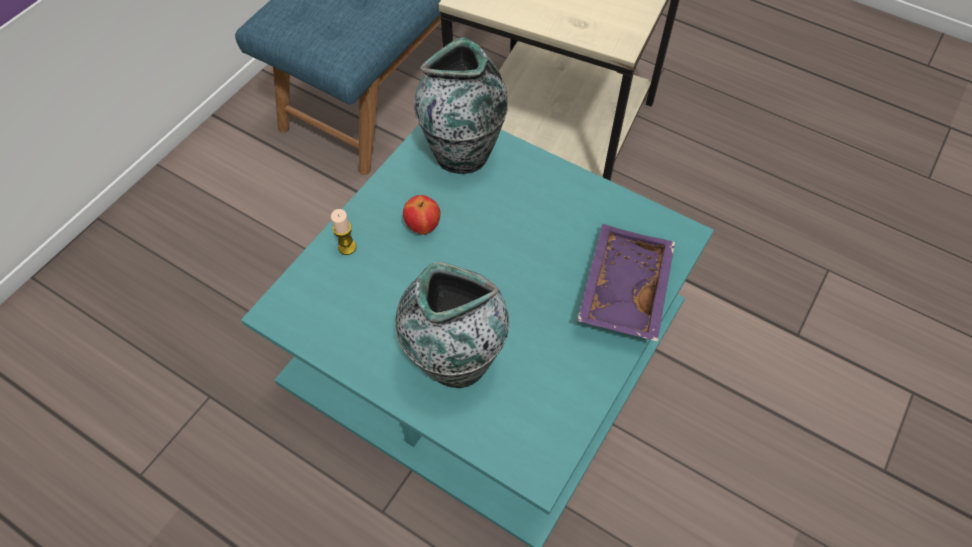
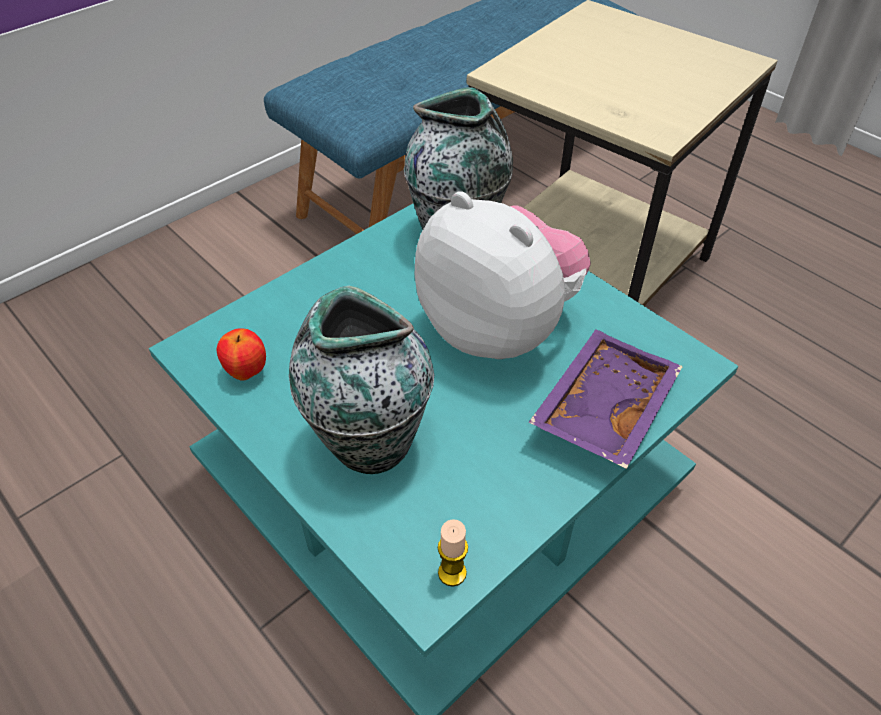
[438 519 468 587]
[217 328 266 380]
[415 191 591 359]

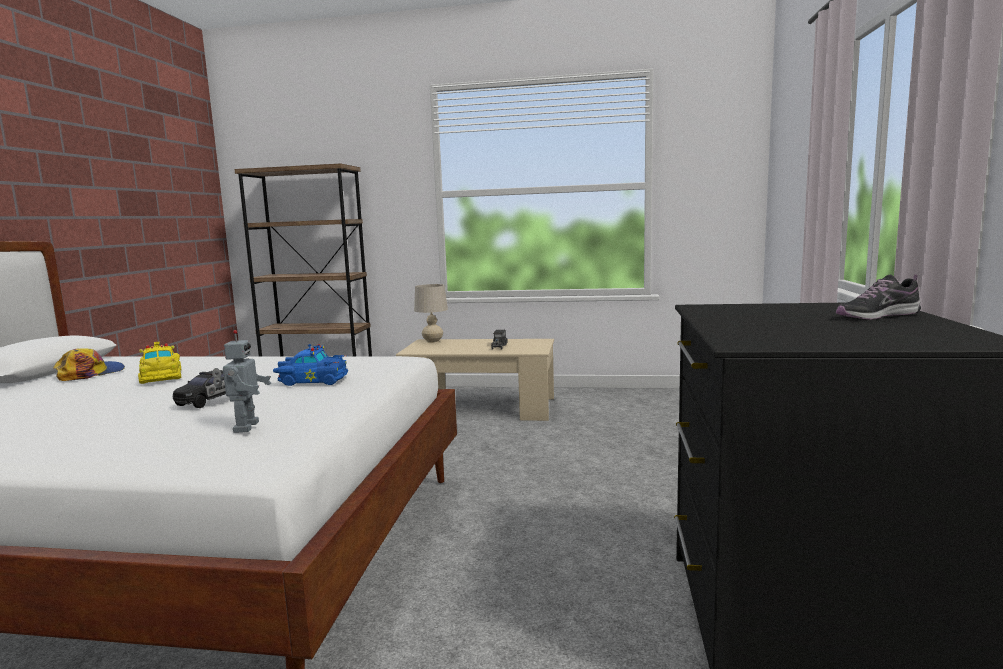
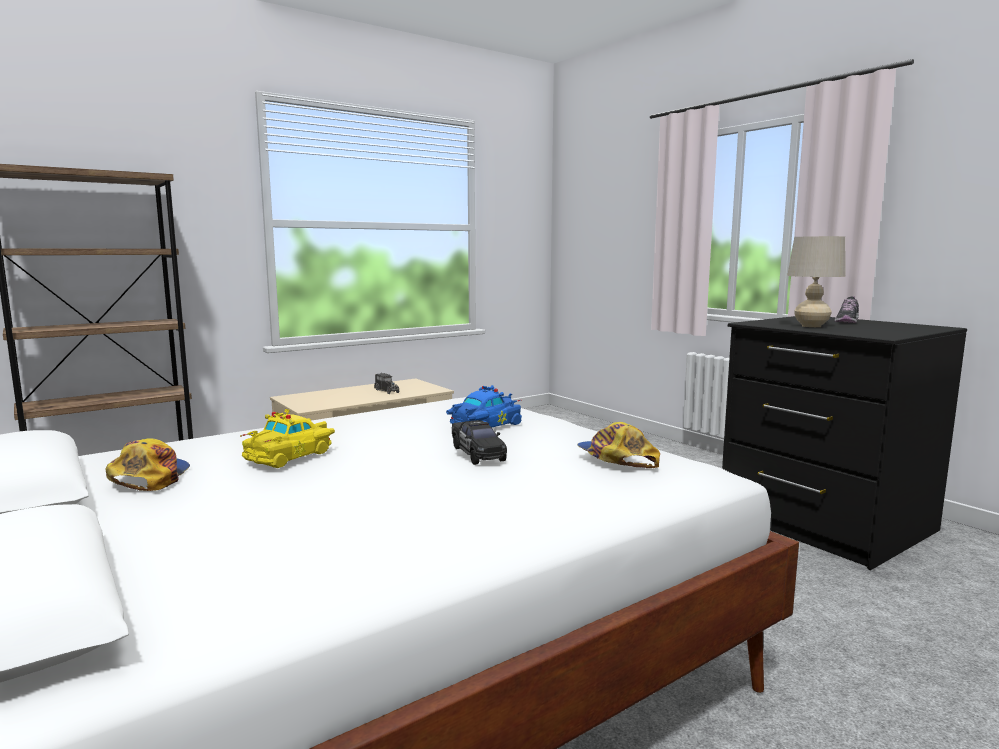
[240 409 335 468]
[577 422 660 468]
[787 236 846 327]

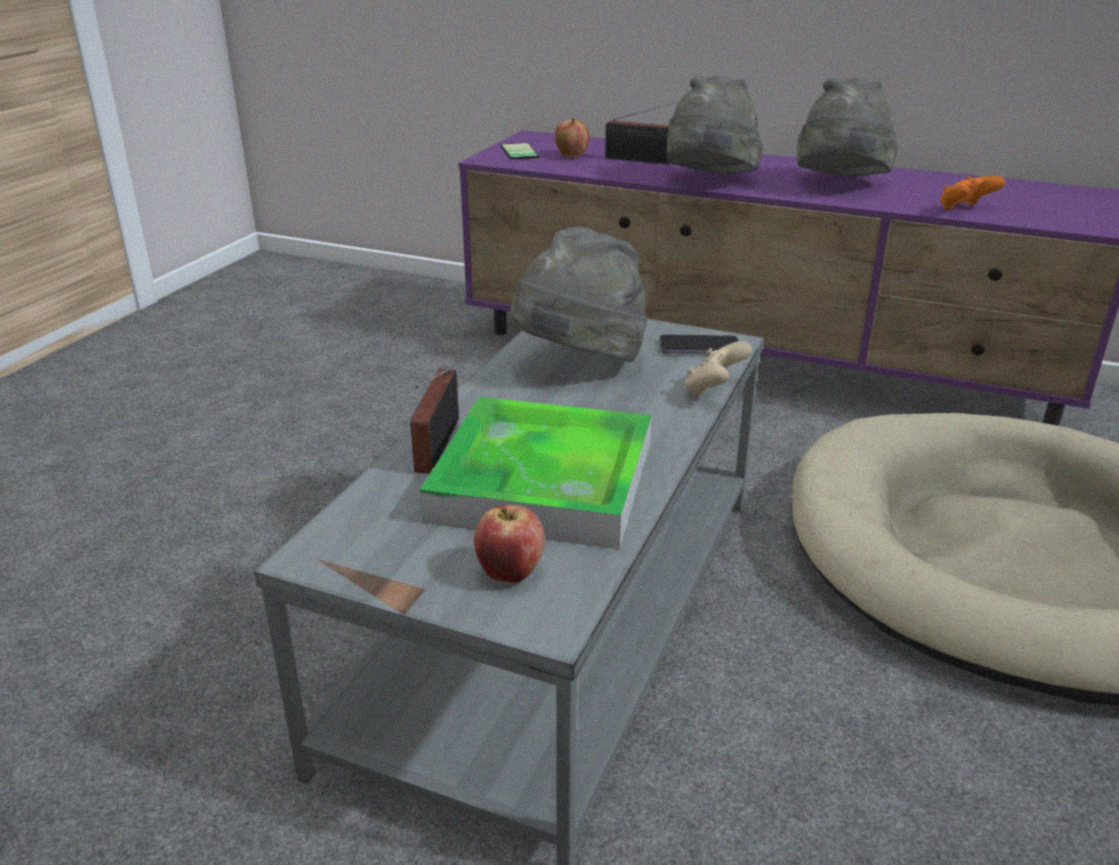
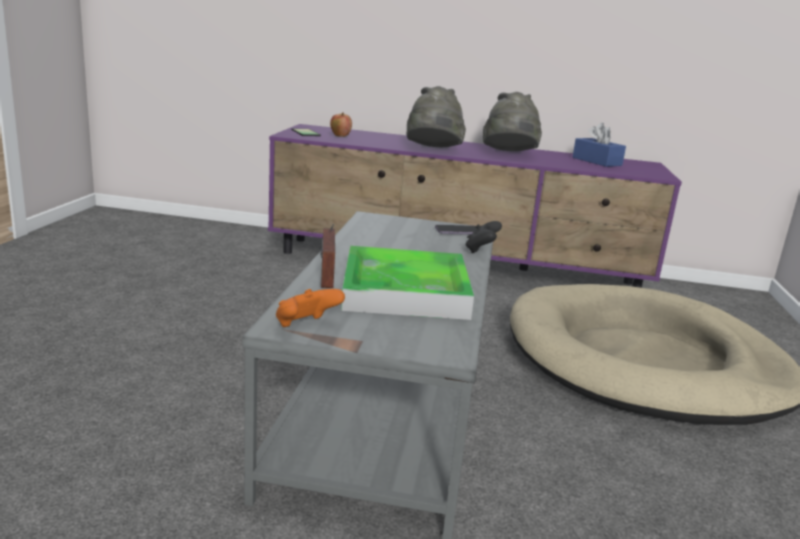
[474 505 545 583] (first image)
[510 226 648 362] (first image)
[605 101 679 165] (first image)
[465 221 502 253]
[276 289 345 327]
[573 123 626 167]

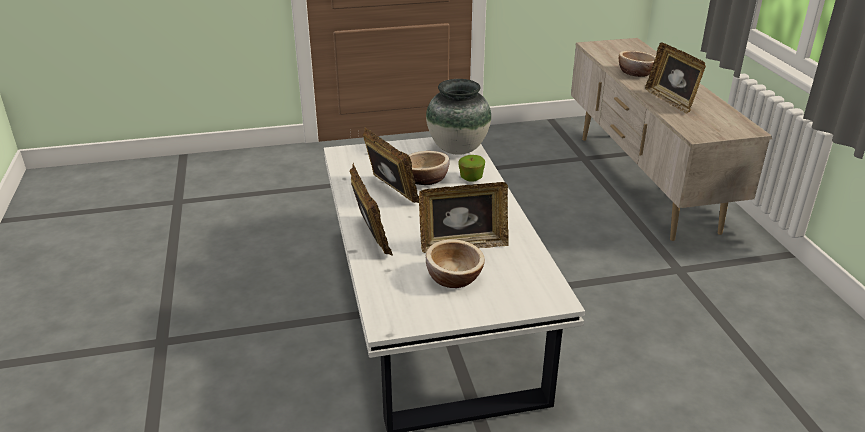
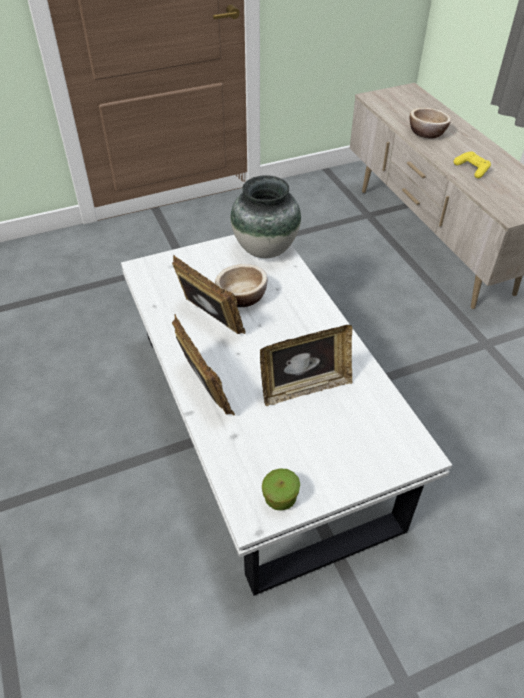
[426 239 485 288] (first image)
[262 468 300 511]
[454 151 491 178]

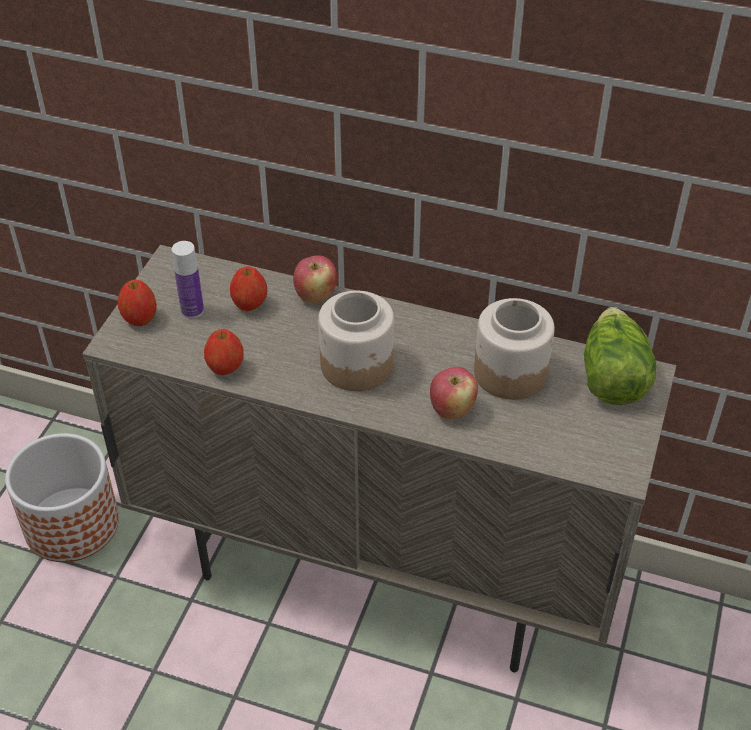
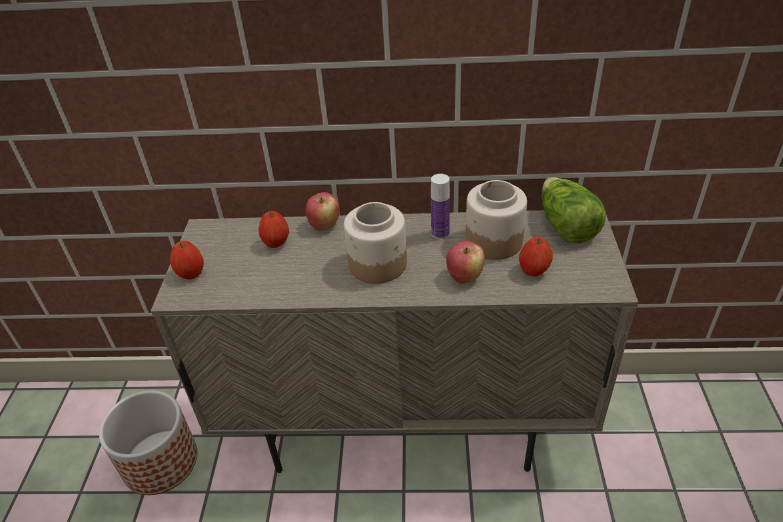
[431 174 450 239]
[519 237 553 276]

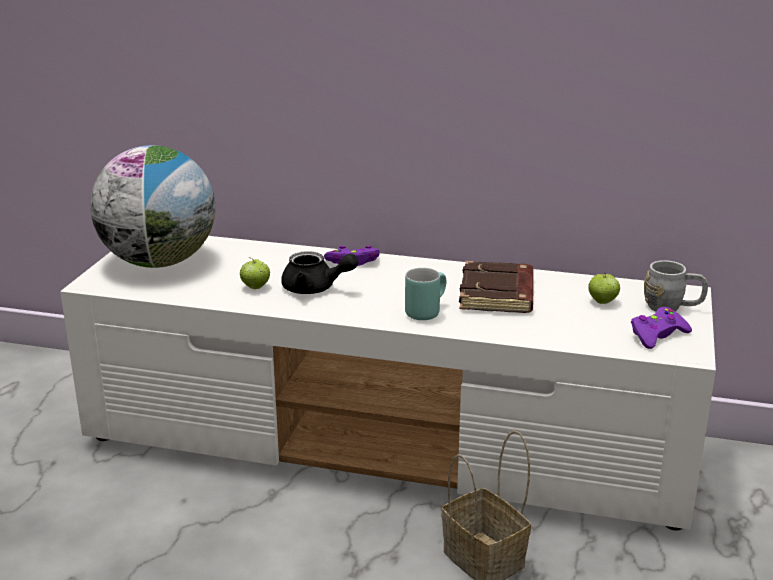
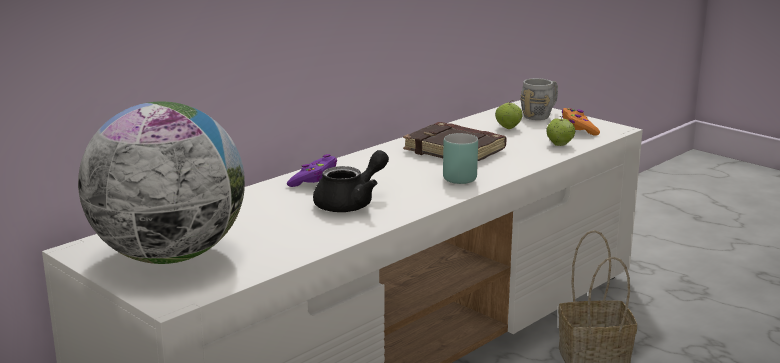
[546 116 575 146]
[562 108 600 136]

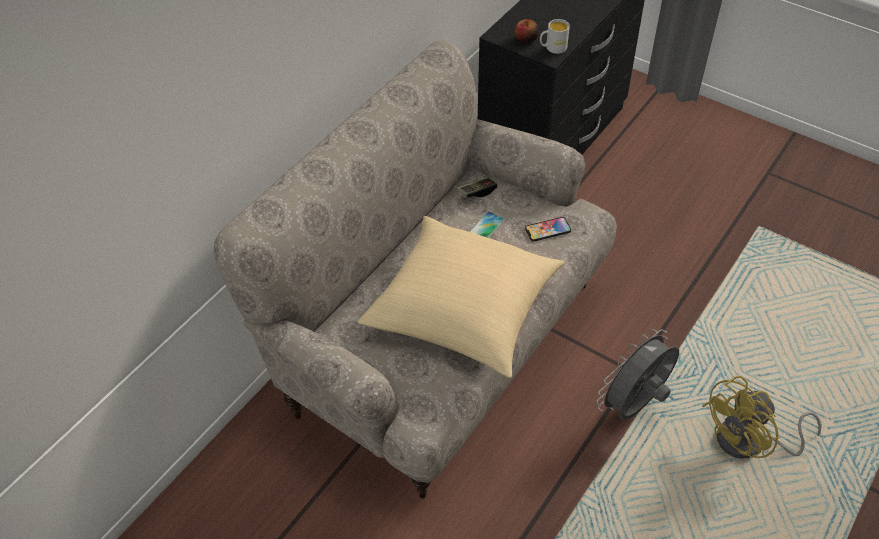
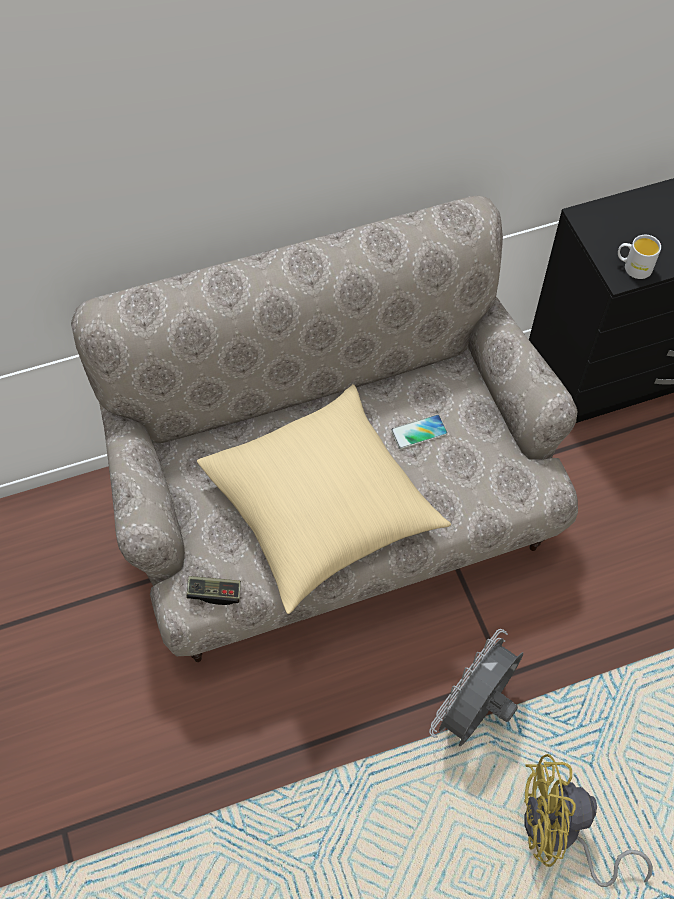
[186 576 241 605]
[515 19 539 43] (first image)
[525 217 571 241] (first image)
[429 629 523 747]

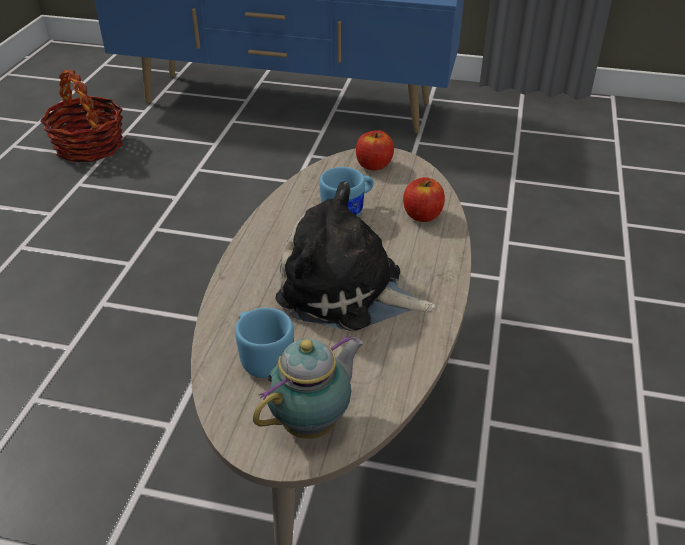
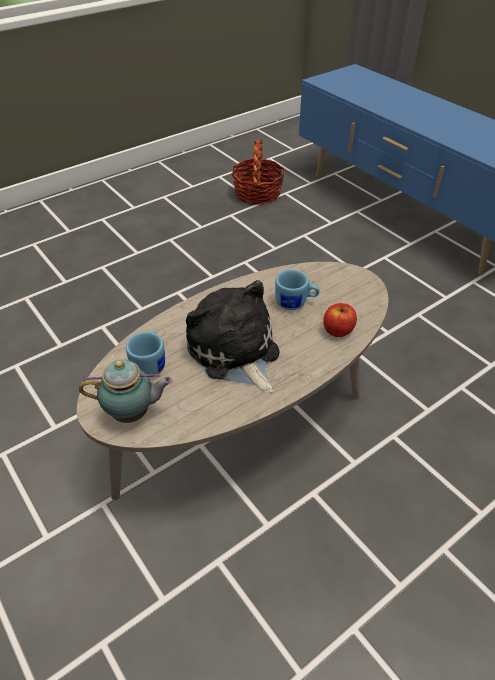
[356 130 394 171] (first image)

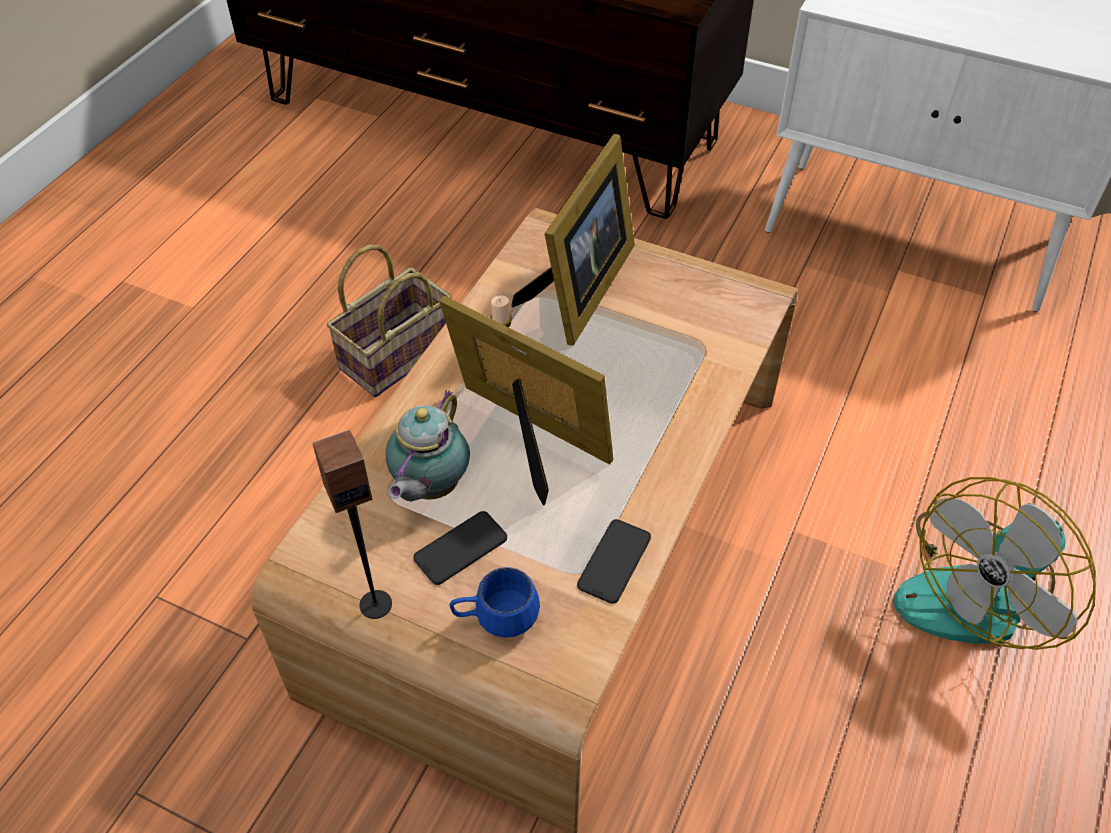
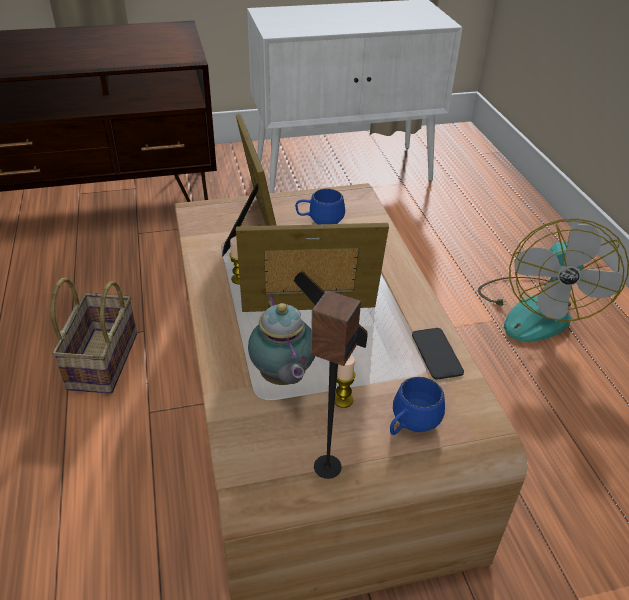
[335 355 356 408]
[295 189 345 224]

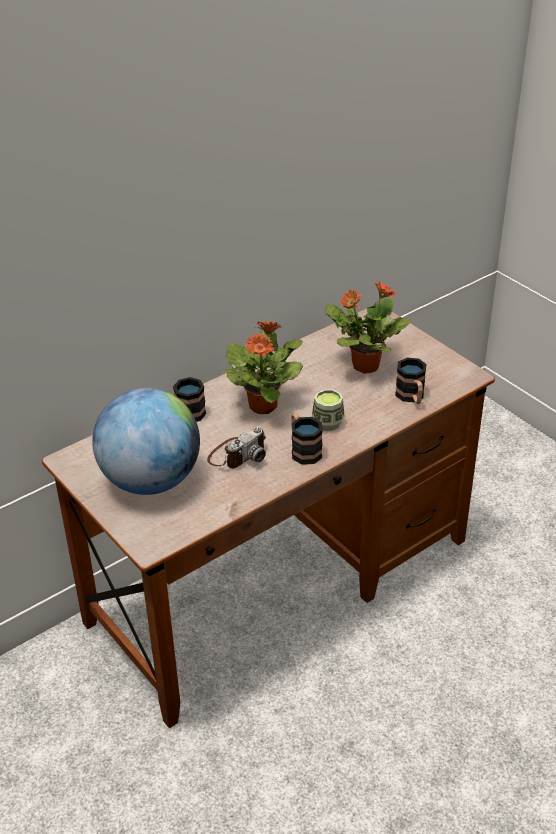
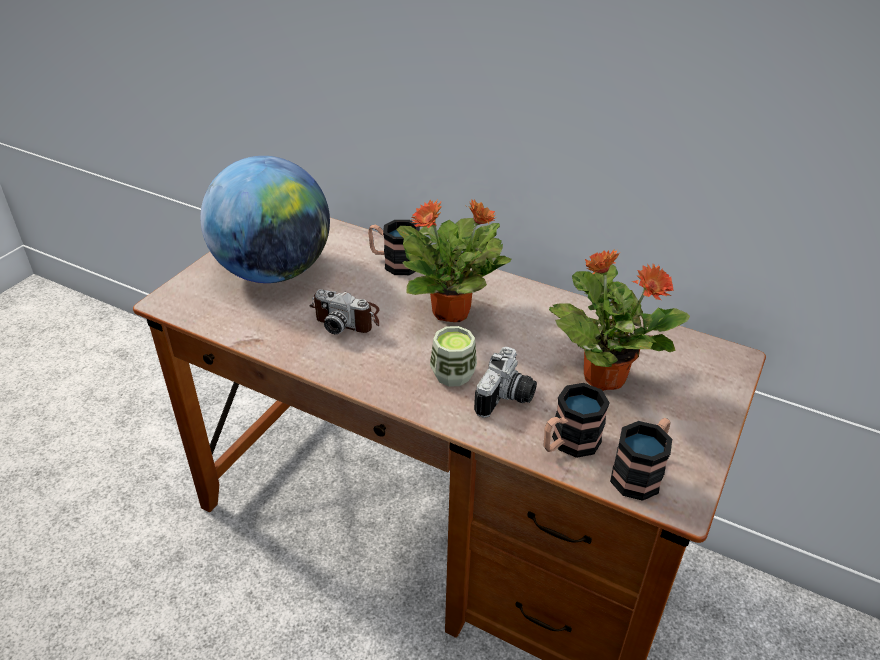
[610 418 672 501]
[474 347 537 418]

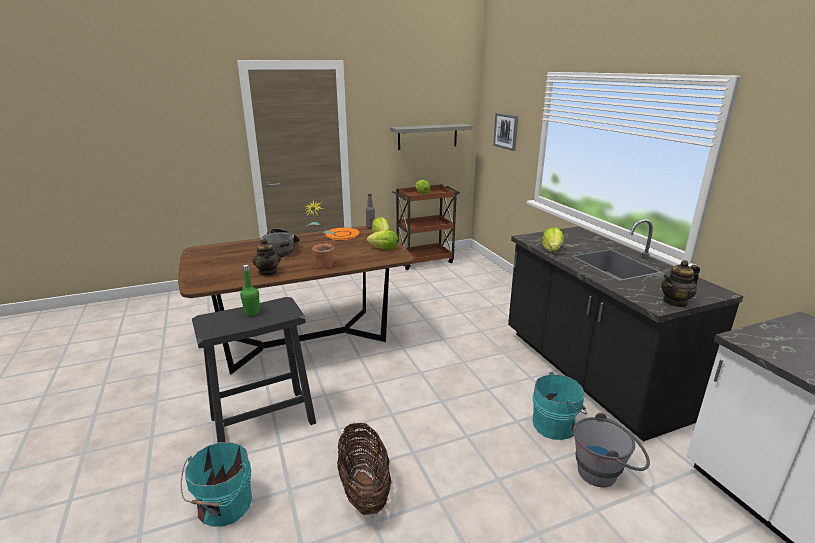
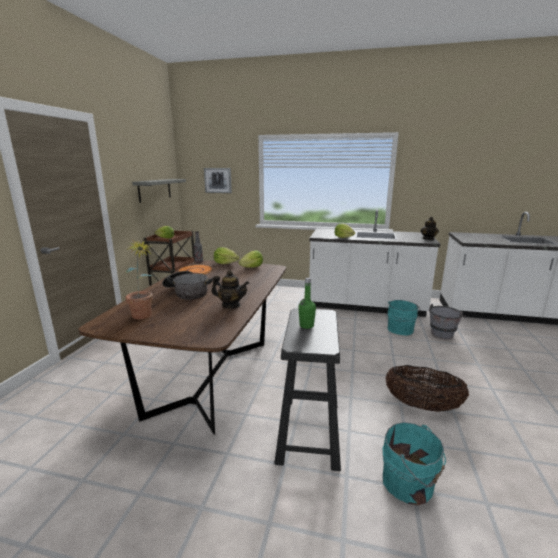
[124 240 153 320]
[309 209 440 317]

